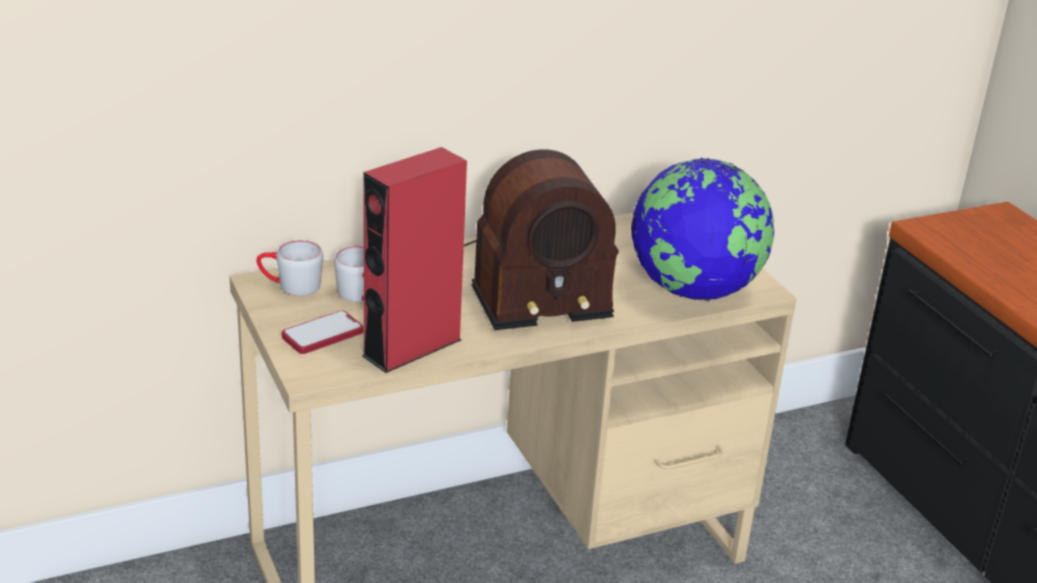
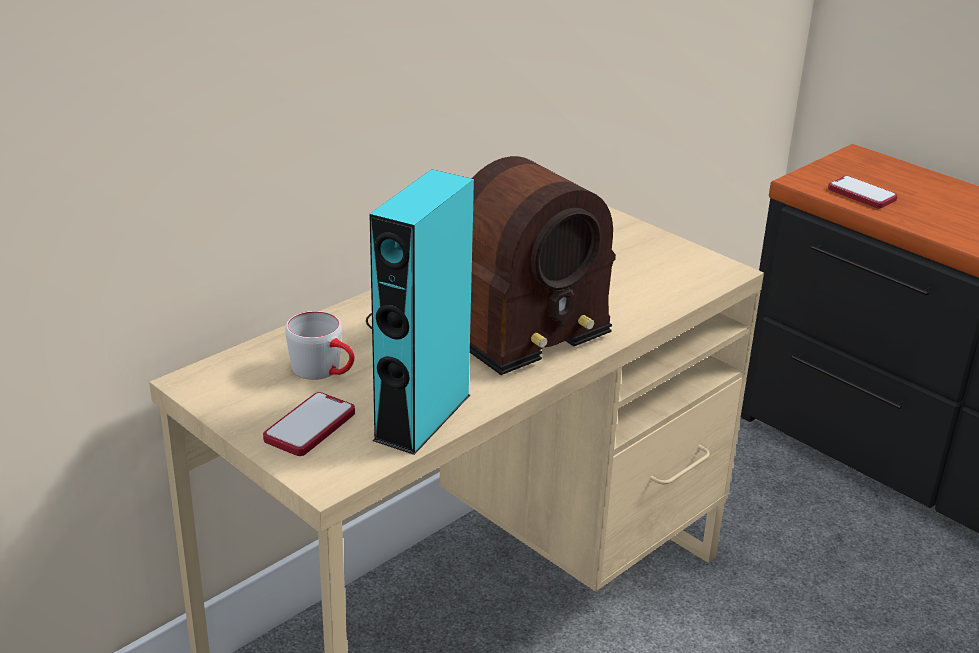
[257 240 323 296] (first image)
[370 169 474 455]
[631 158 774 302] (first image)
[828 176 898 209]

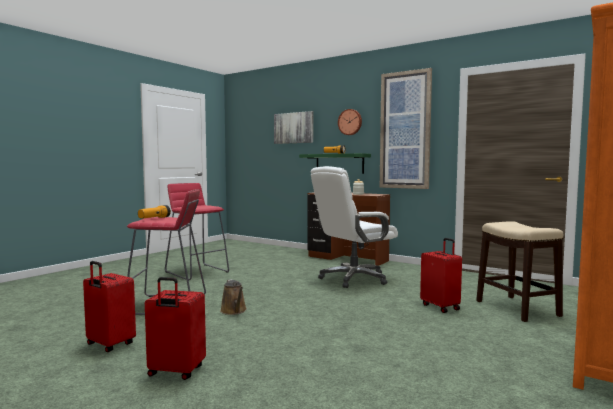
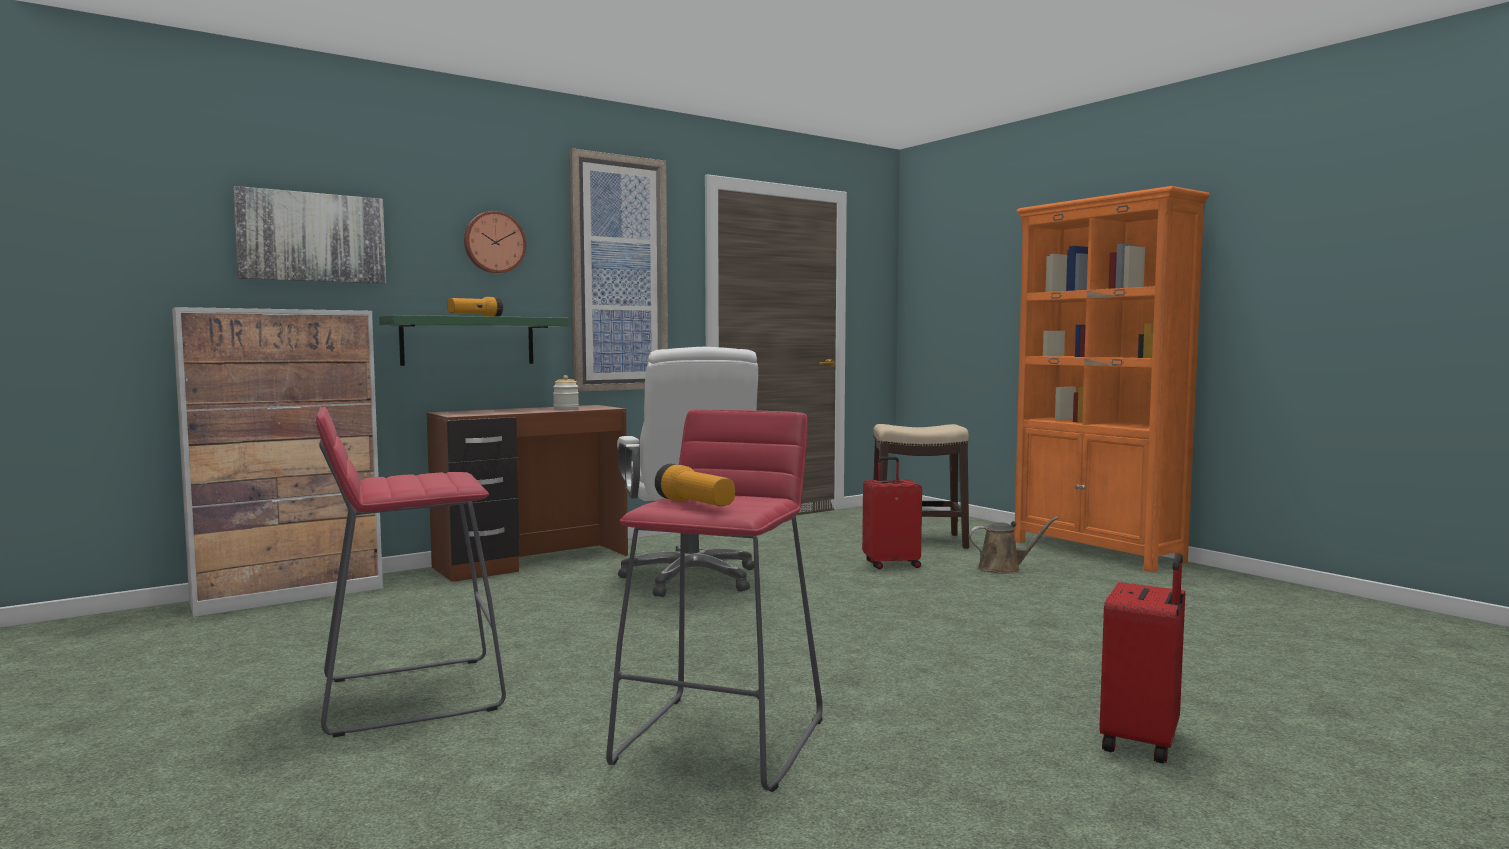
[83 261 136 352] (first image)
[969 517 1059 574]
[172 307 383 617]

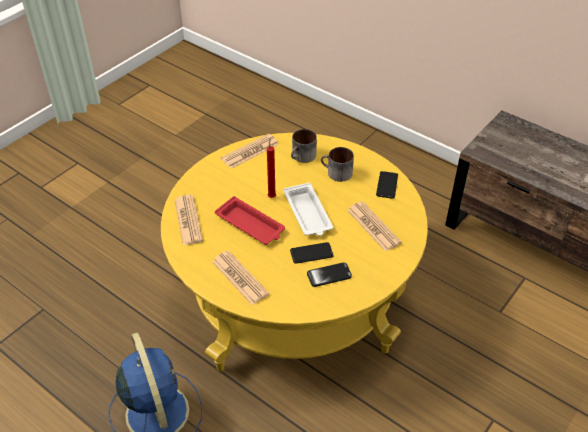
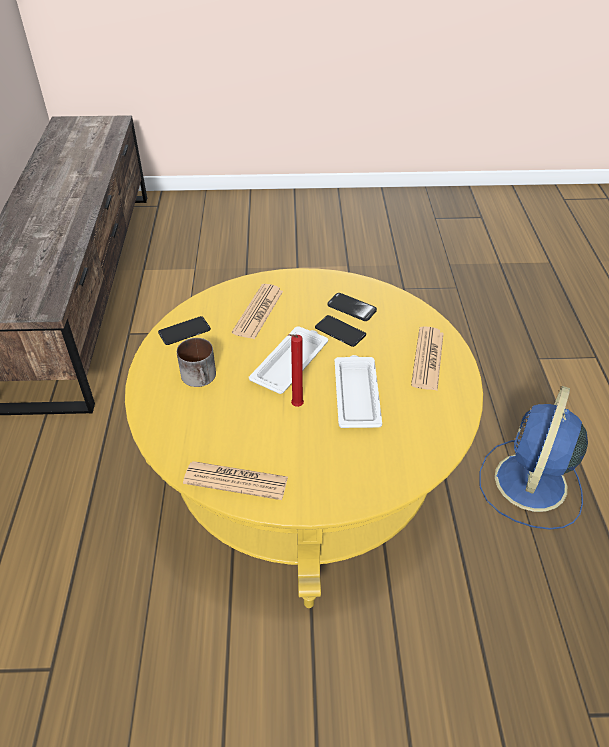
[175 195 203 245] (first image)
[335 355 382 428]
[291 129 317 163] (first image)

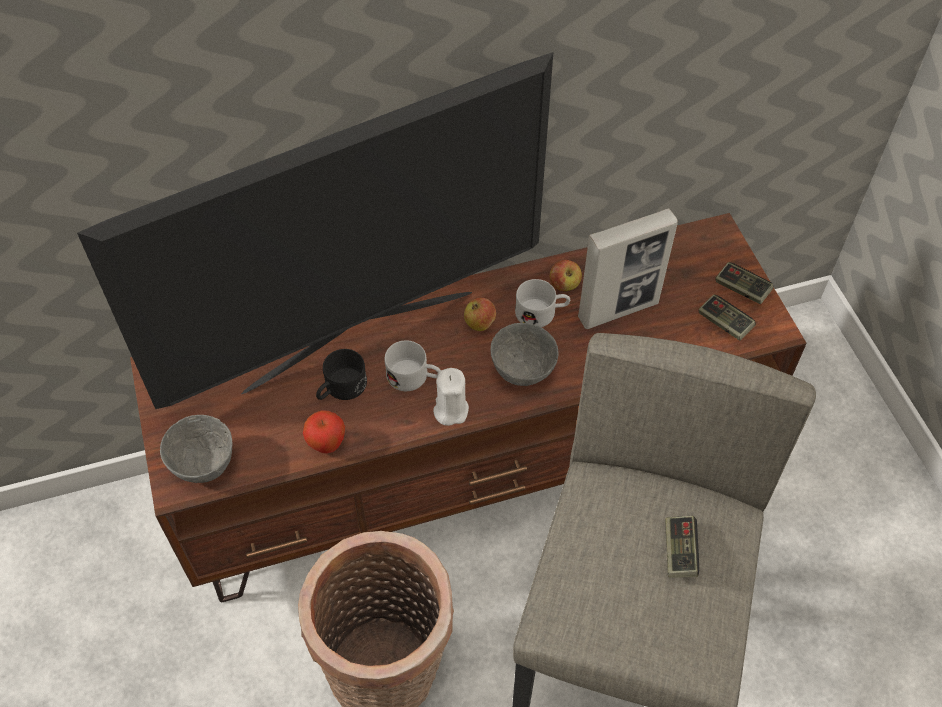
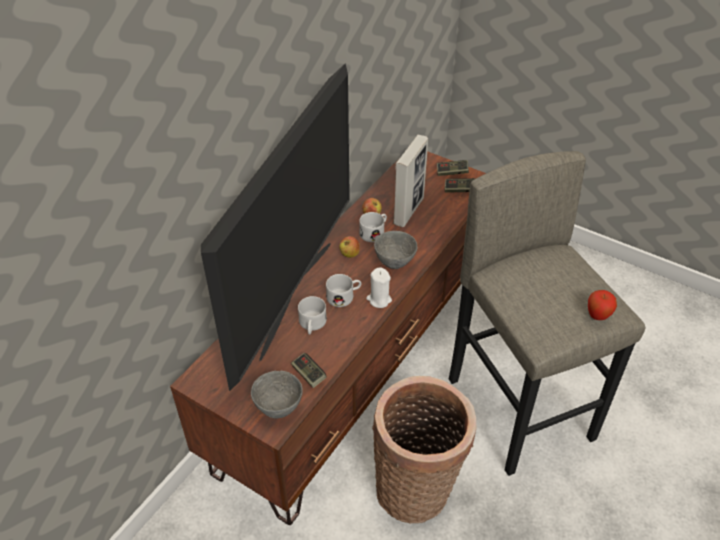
[588 290 617 320]
[298 296 327 335]
[291 353 327 388]

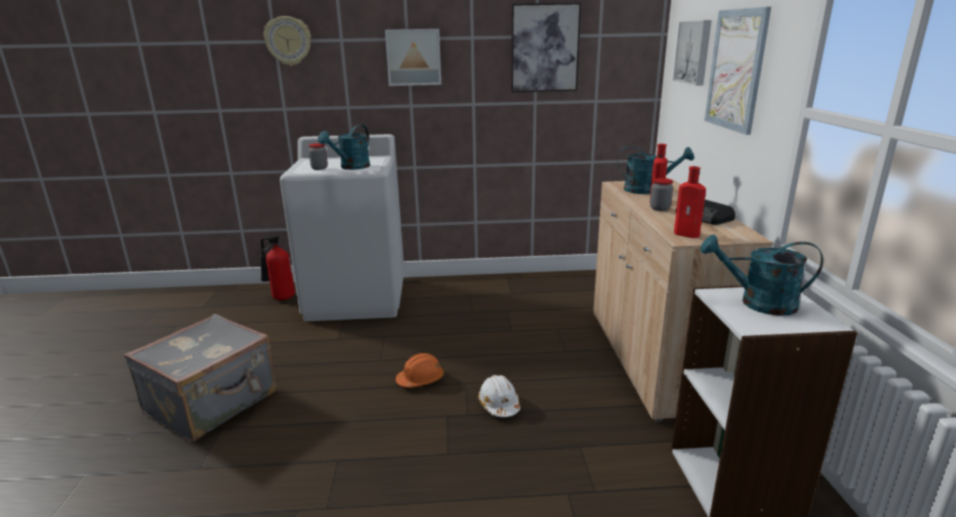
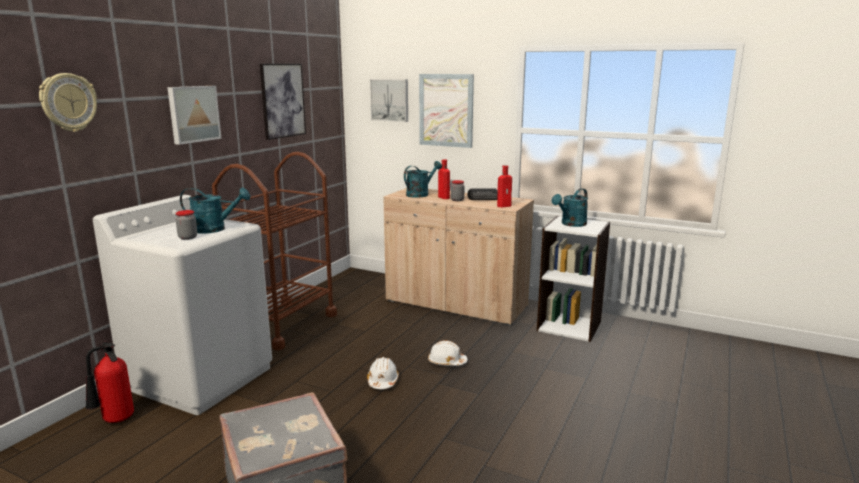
[180 188 250 234]
[367 357 399 389]
[212 152 337 350]

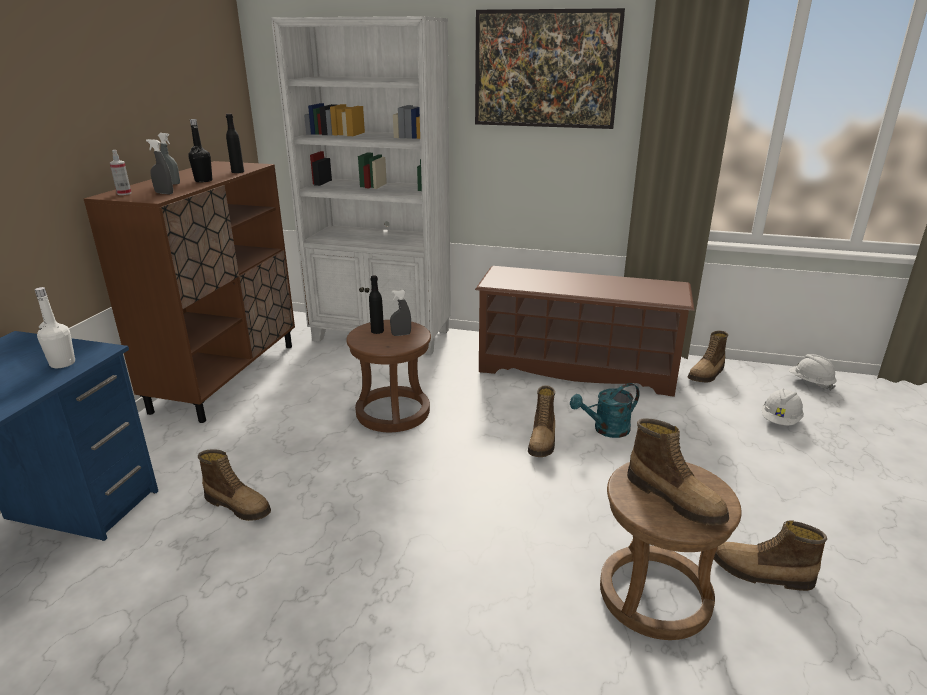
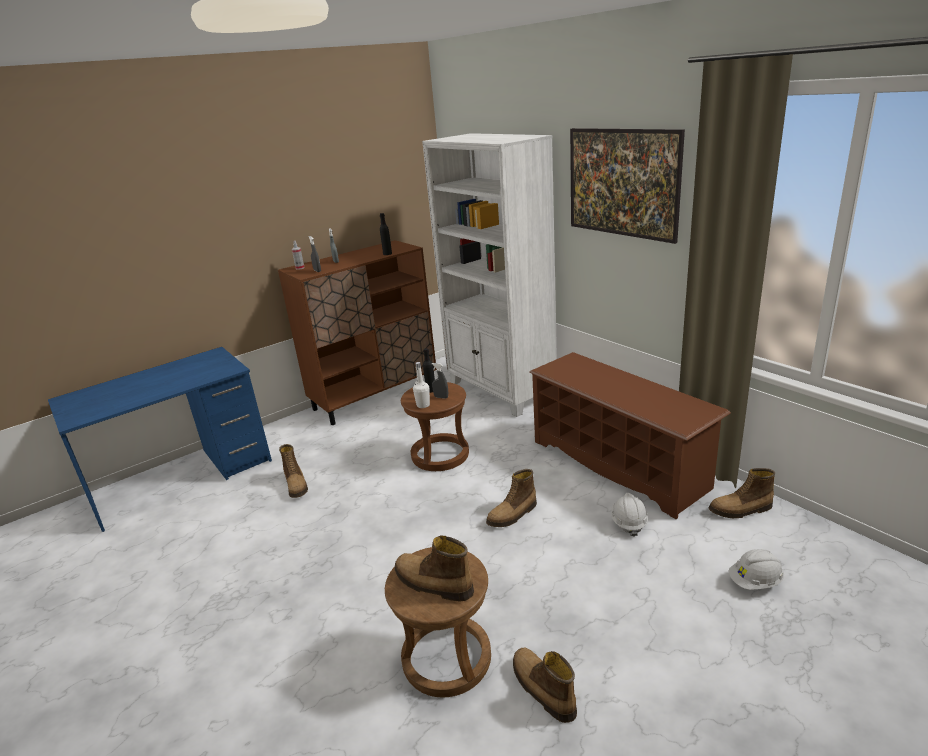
[413 362 430 408]
[188 119 212 182] (first image)
[570 383 640 438] (first image)
[394 536 474 602]
[611 493 648 537]

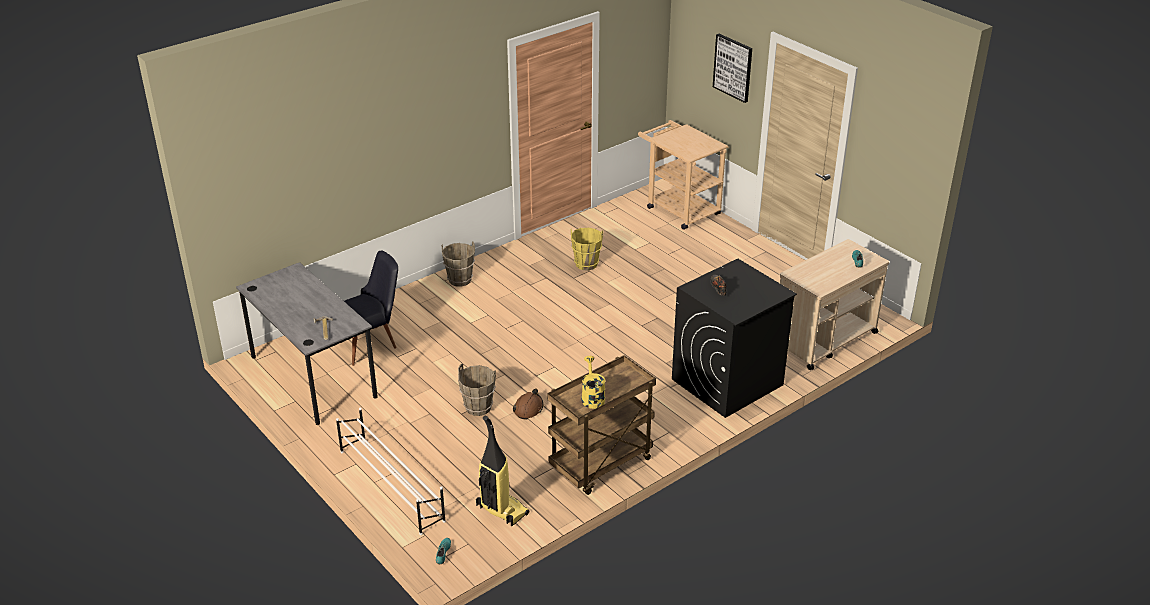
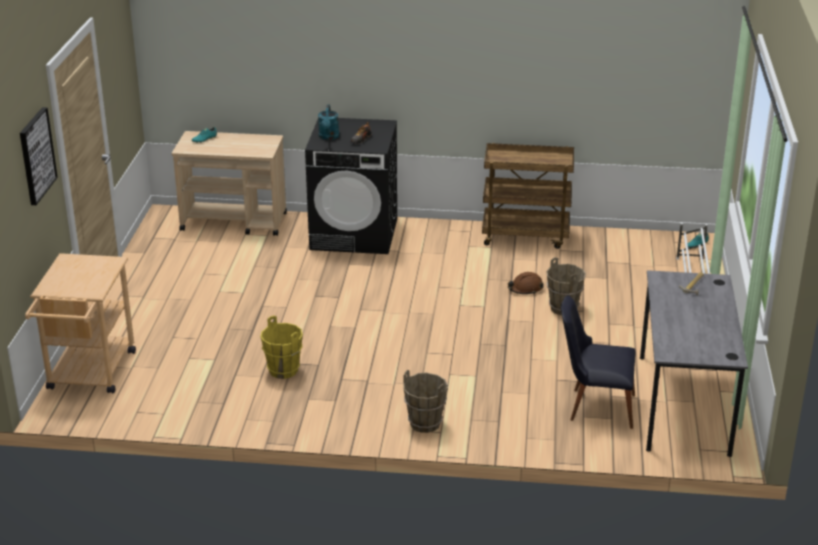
[476 416 529 526] (first image)
[582 356 605 409] (first image)
[318 105 339 140]

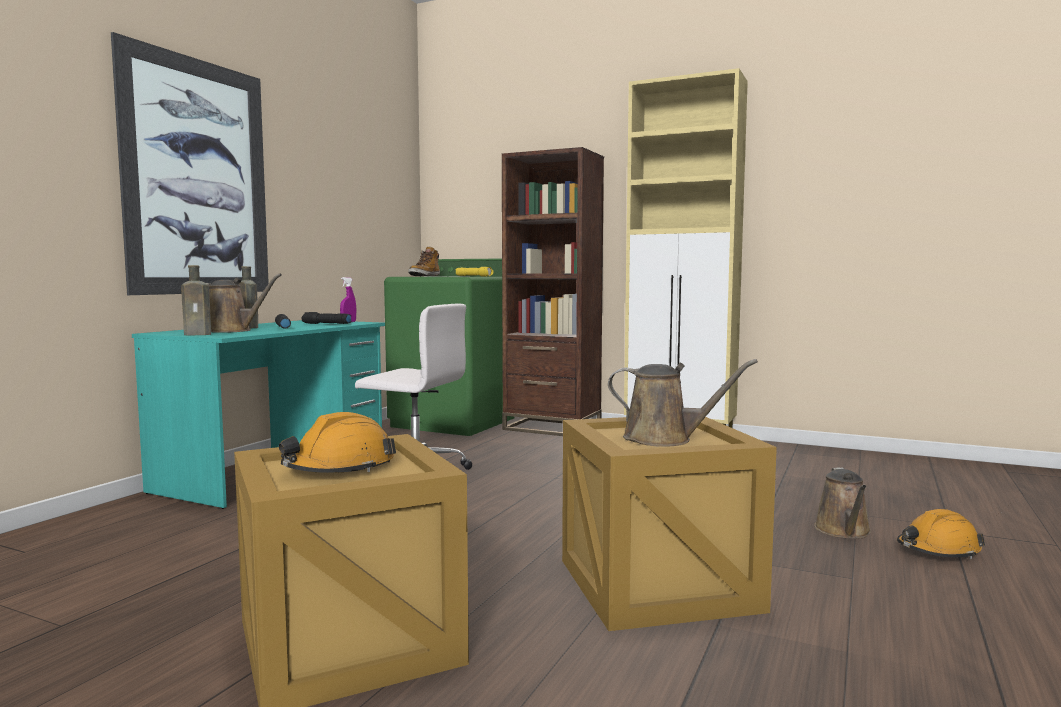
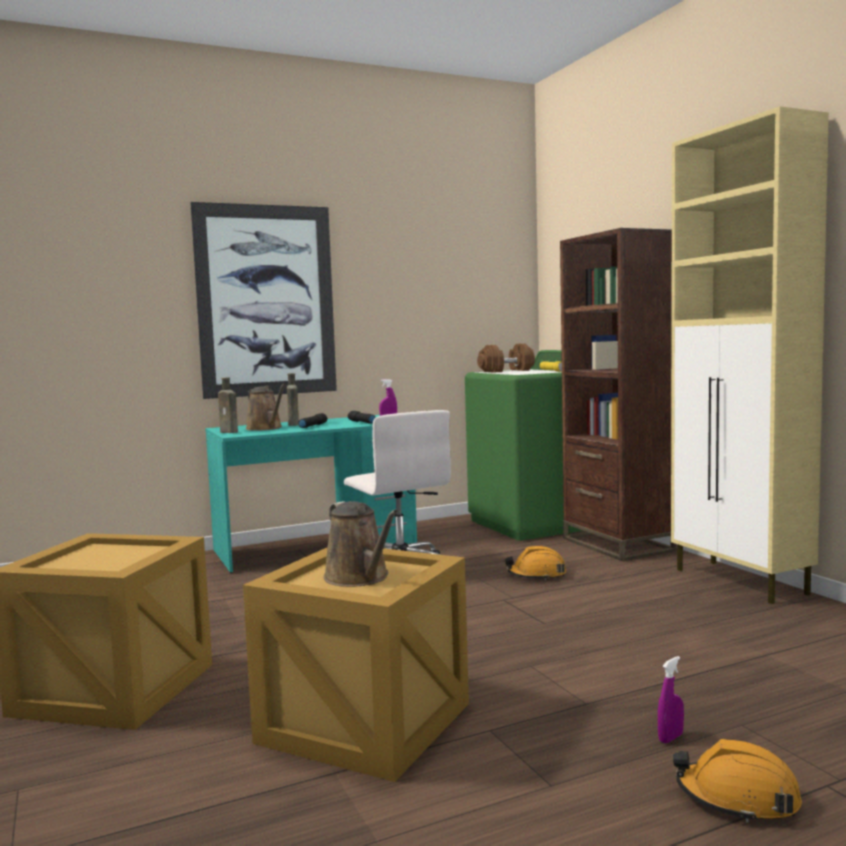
[505 546 566 580]
[477 343 535 373]
[658 656 684 743]

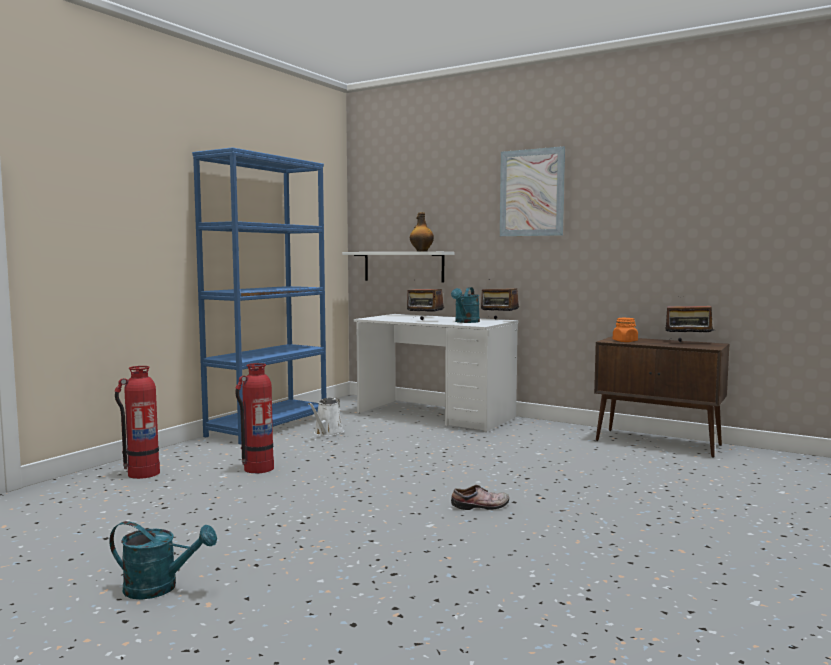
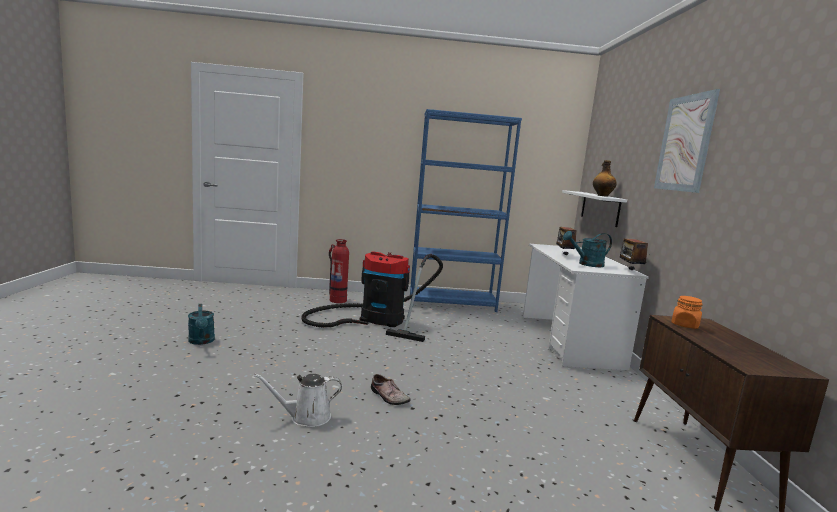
[301 251 443 342]
[254 374 342 427]
[662 306 715 342] (first image)

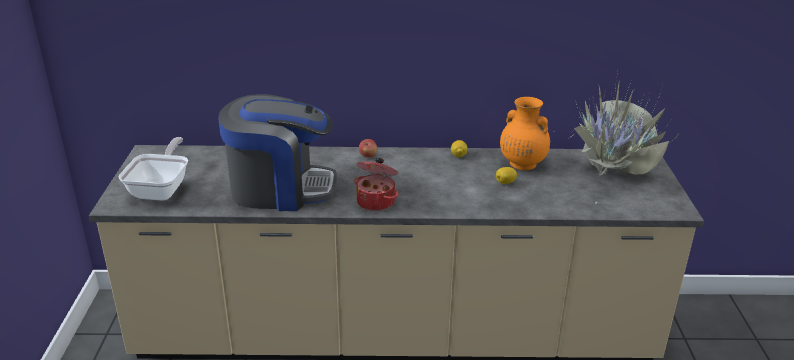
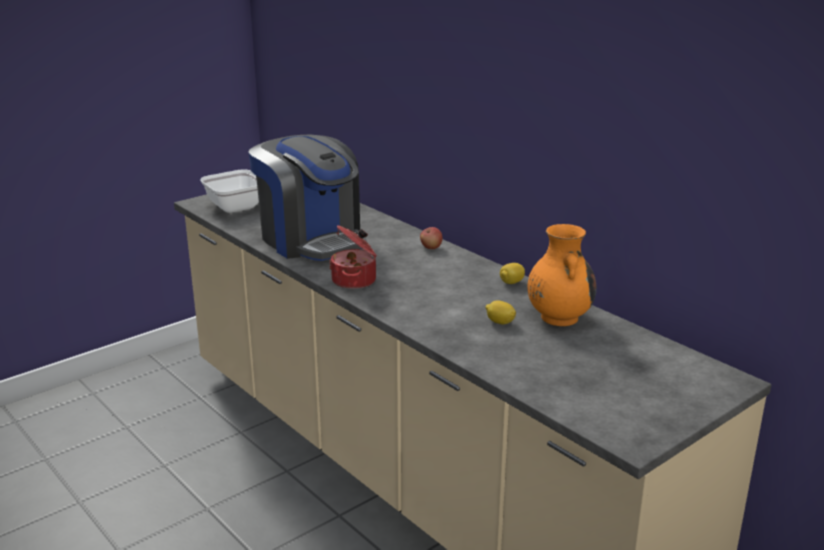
[571 72 678 203] (first image)

